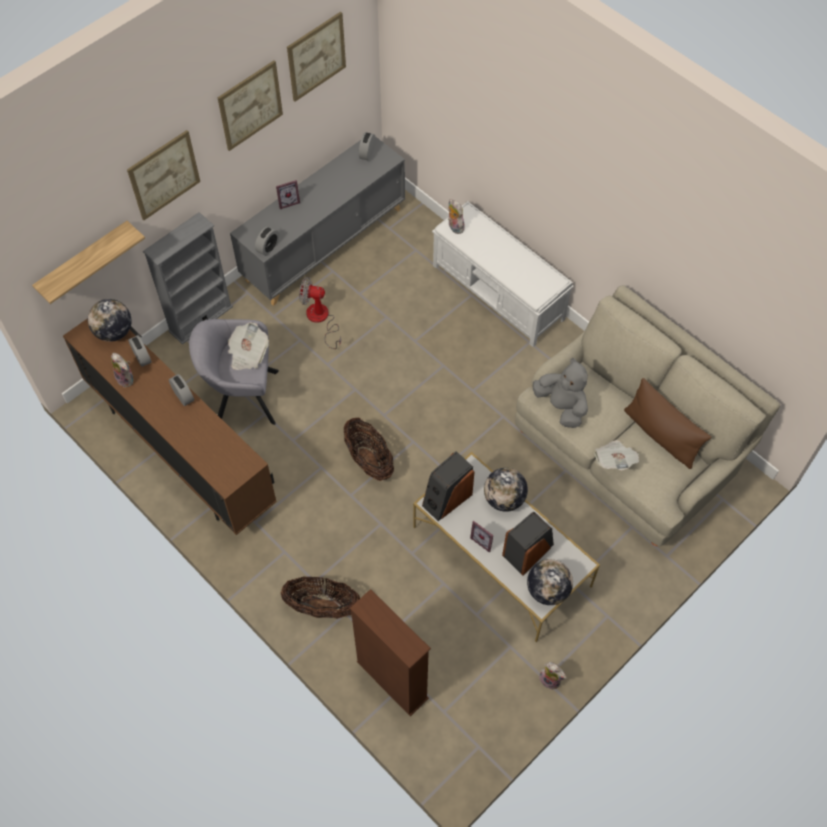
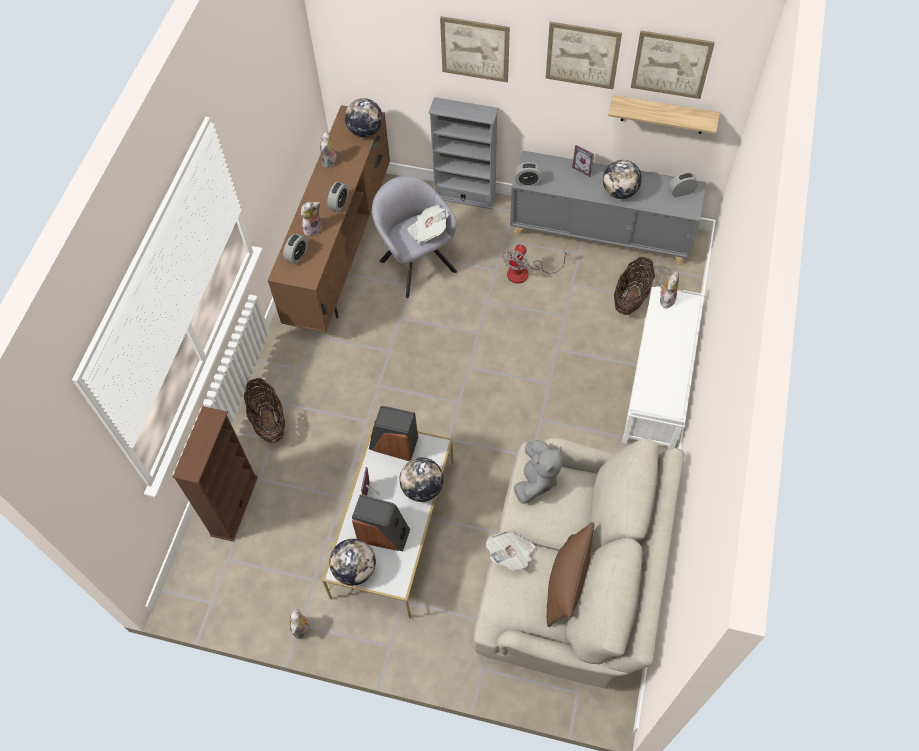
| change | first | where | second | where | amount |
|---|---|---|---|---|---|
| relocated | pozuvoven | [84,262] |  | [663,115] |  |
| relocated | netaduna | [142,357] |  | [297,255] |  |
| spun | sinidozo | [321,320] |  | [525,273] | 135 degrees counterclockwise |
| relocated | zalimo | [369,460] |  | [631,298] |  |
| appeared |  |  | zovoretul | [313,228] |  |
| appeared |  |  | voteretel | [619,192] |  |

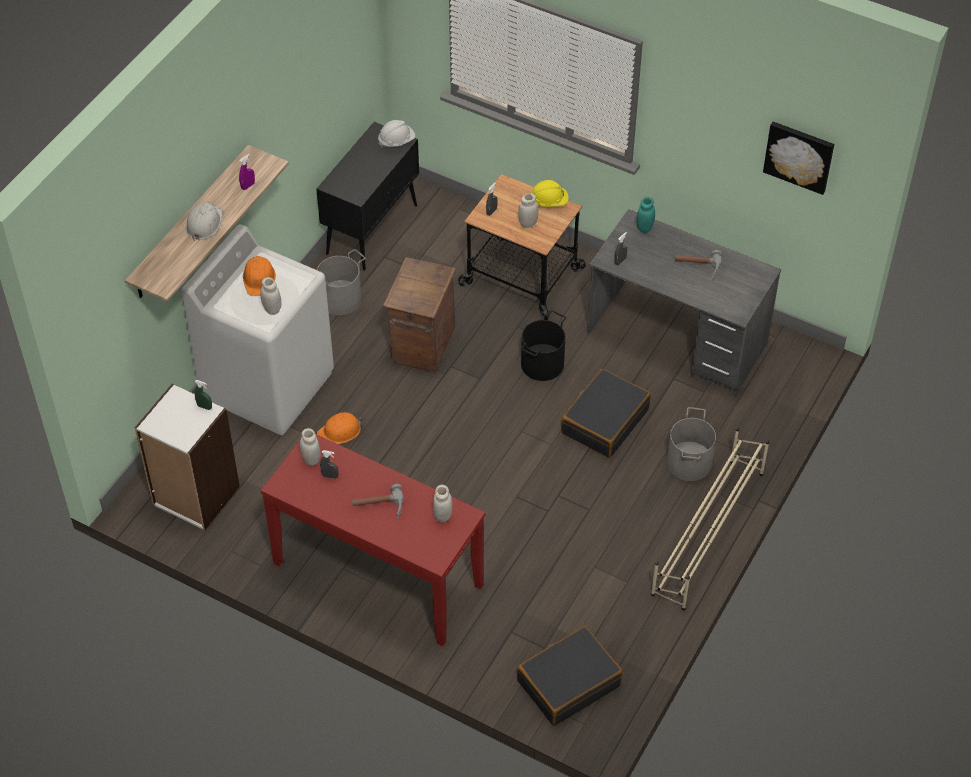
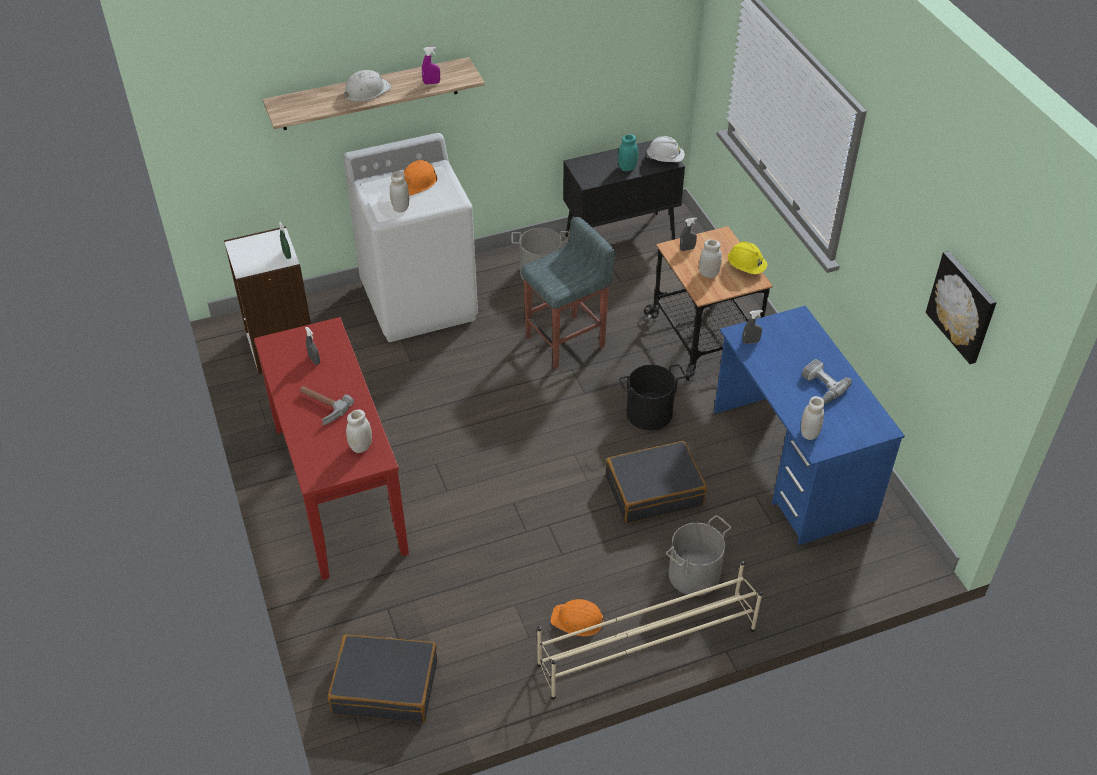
| change | first | where | second | where | amount |
|---|---|---|---|---|---|
| relocated | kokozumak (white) | [311,459] |  | [809,433] |  |
| relocated | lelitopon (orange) | [340,431] |  | [578,620] |  |
| exchanged | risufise | [422,345] | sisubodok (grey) | [566,341] |  |
| colour | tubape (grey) | [677,339] | tubape (blue) | [791,464] |  |
| relocated | kokozumak (turquoise) | [644,228] |  | [627,168] |  |
| exchanged | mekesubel | [697,267] | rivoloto | [820,387] |  |

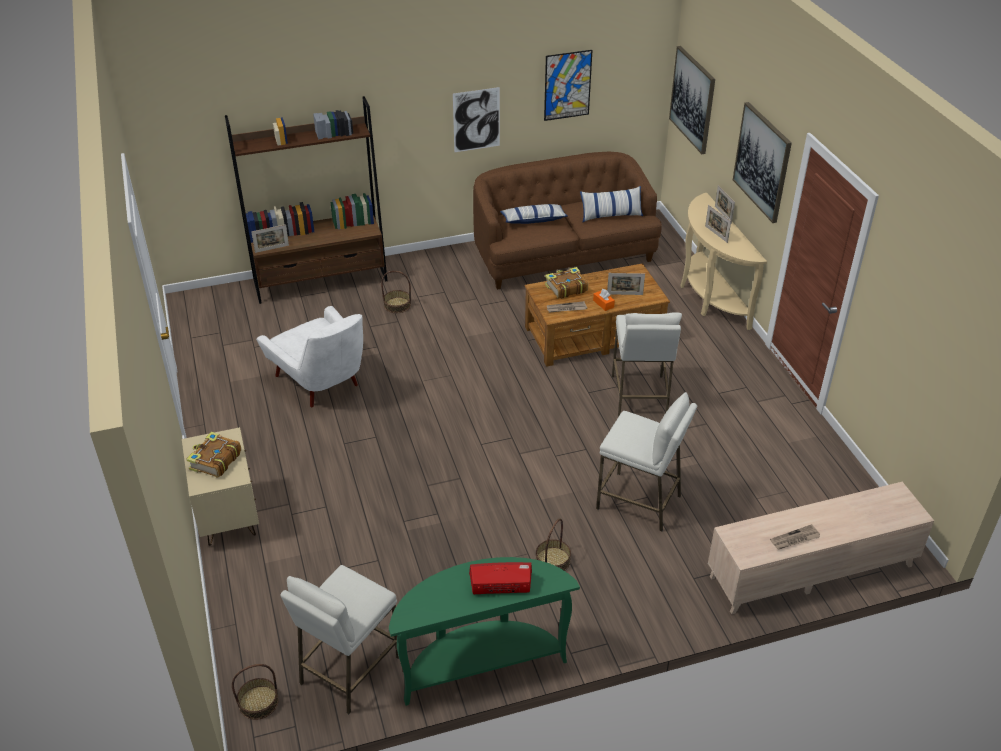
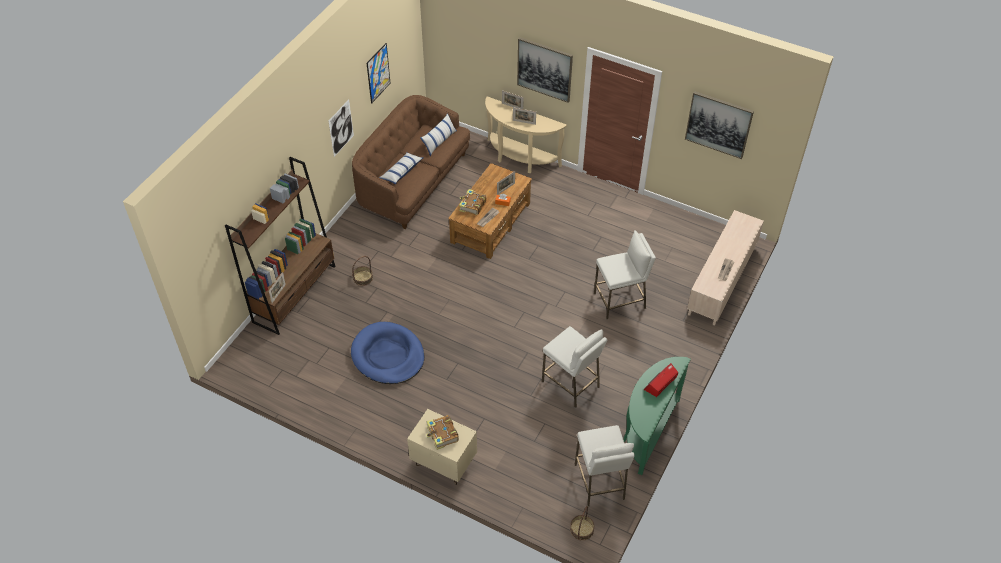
| change | first | where | second | where | amount |
|---|---|---|---|---|---|
| exchanged | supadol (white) | [322,384] | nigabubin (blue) | [388,355] |  |
| missing | zalimo | [553,560] |  |  |  |
| relocated | sisubodok (white) | [639,396] |  | [571,384] |  |
| relocated | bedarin | [692,99] |  | [718,124] |  |

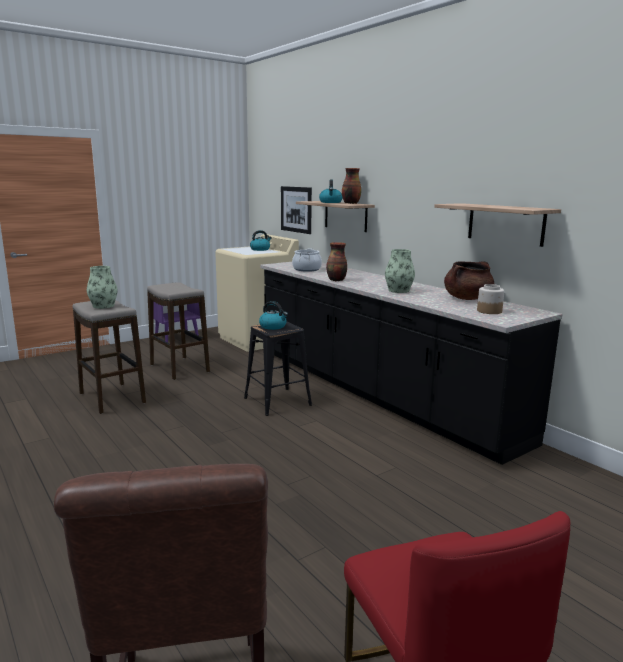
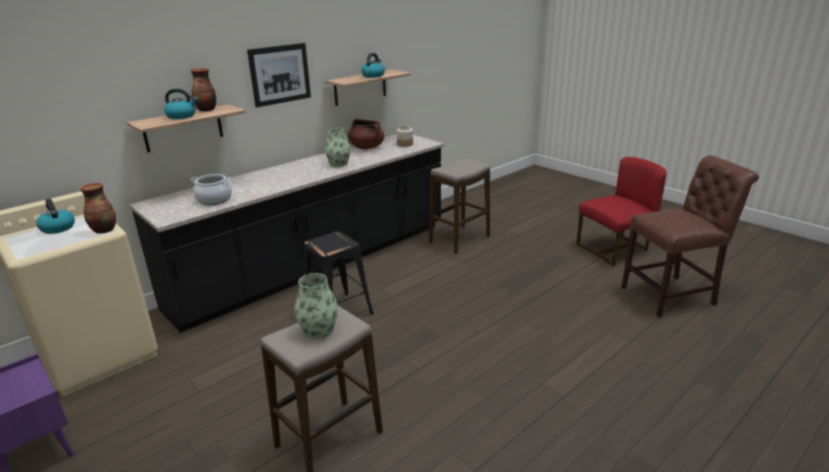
| change | first | where | second | where | amount |
|---|---|---|---|---|---|
| relocated | sisubodok | [179,368] |  | [459,240] |  |
| relocated | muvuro | [273,326] |  | [373,76] |  |
| relocated | bedarin | [296,209] |  | [280,74] |  |
| relocated | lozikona | [336,280] |  | [105,230] |  |

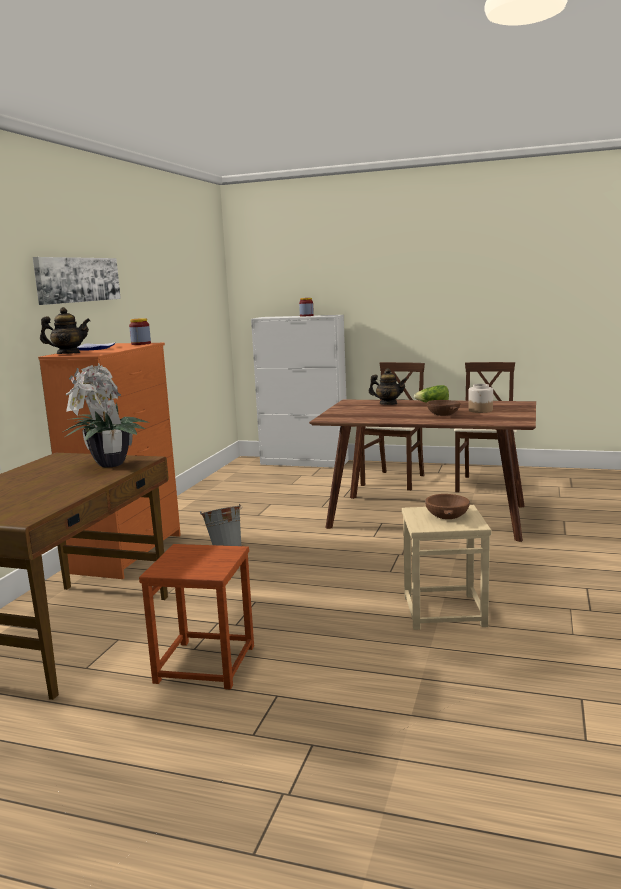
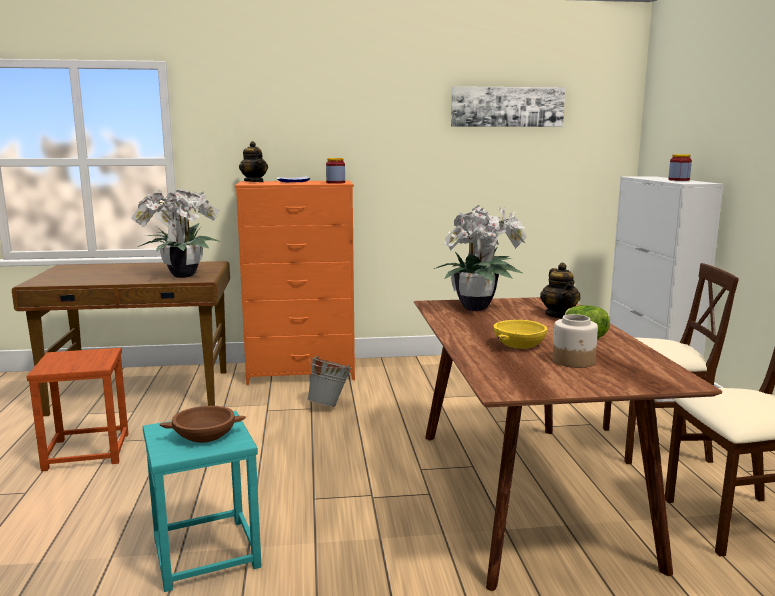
| change | first | where | second | where | amount |
|---|---|---|---|---|---|
| relocated | bedarin | [77,280] |  | [507,107] |  |
| colour | sisubodok (beige) | [444,611] | sisubodok (turquoise) | [207,553] |  |
| colour | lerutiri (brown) | [442,414] | lerutiri (yellow) | [519,344] |  |
| appeared |  |  | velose | [478,308] |  |

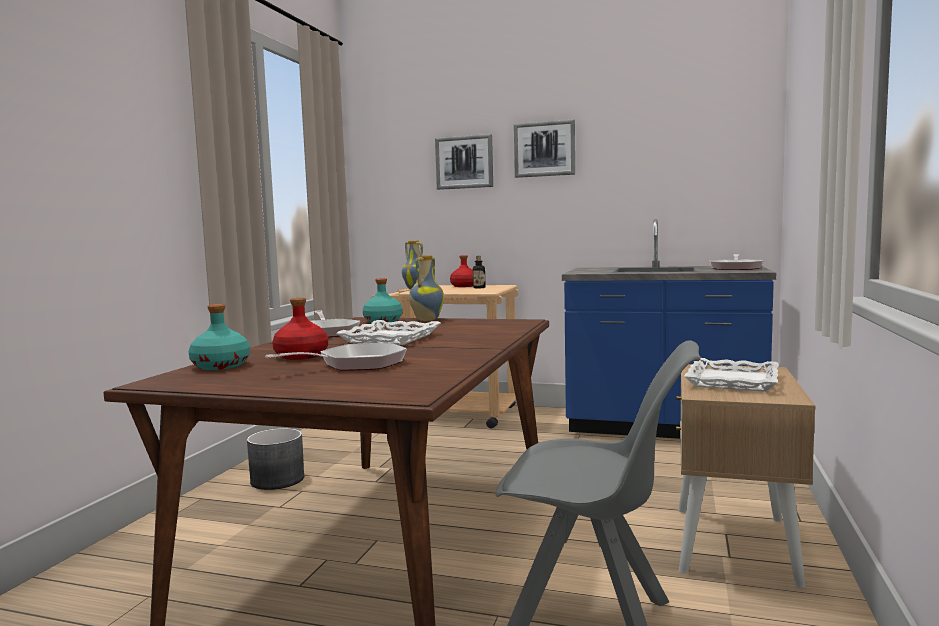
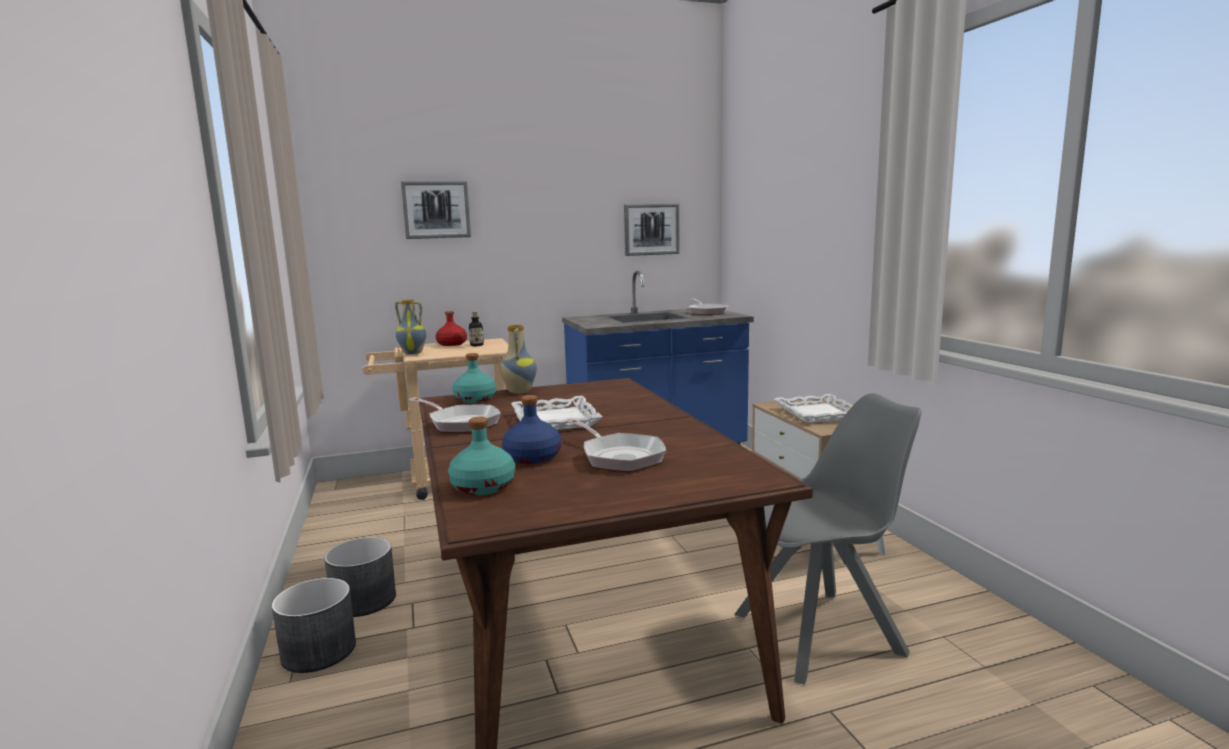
| change | first | where | second | where | amount |
|---|---|---|---|---|---|
| spun | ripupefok | [356,364] |  | [619,456] | 120 degrees clockwise |
| colour | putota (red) | [301,356] | putota (blue) | [531,457] |  |
| relocated | bedarin | [544,149] |  | [651,229] |  |
| appeared |  |  | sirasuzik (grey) | [318,651] |  |

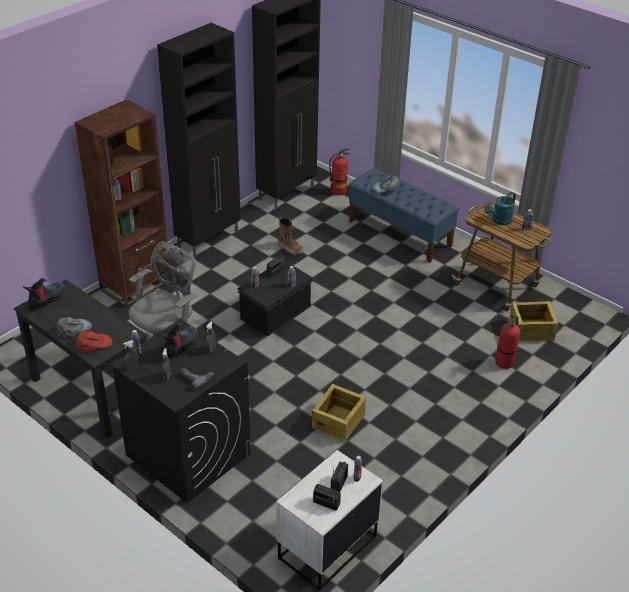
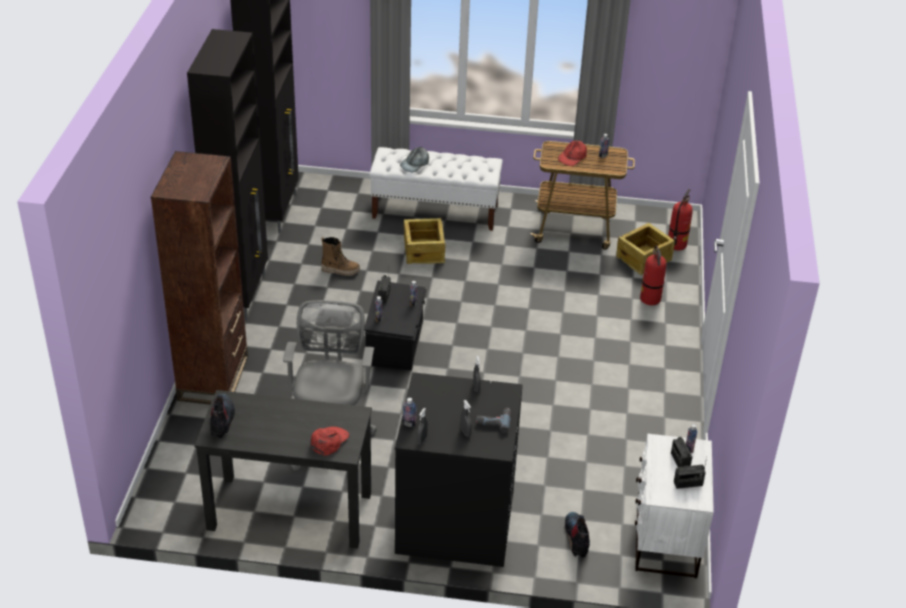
| change | first | where | second | where | amount |
|---|---|---|---|---|---|
| missing | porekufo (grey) | [74,329] |  |  |  |
| relocated | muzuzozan | [180,346] |  | [577,538] |  |
| relocated | risufise | [339,421] |  | [424,250] |  |
| relocated | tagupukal | [338,191] |  | [676,245] |  |
| colour | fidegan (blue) | [400,234] | fidegan (white) | [435,211] |  |
| exchanged | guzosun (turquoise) | [499,221] | porekufo (red) | [572,157] |  |

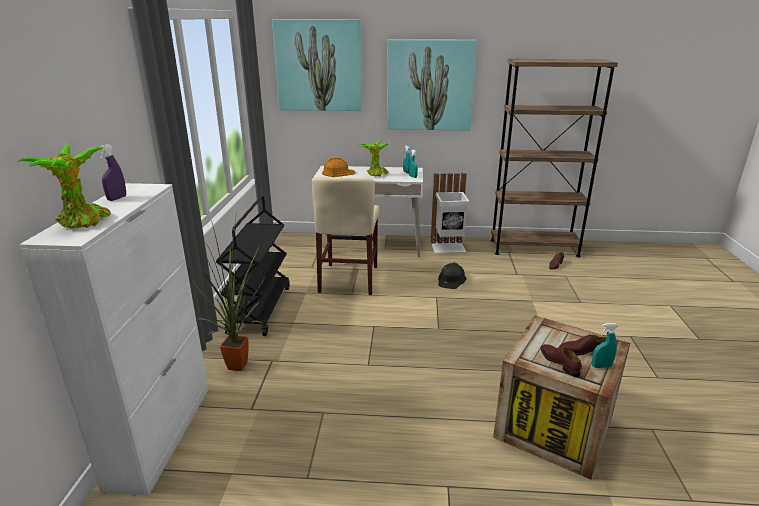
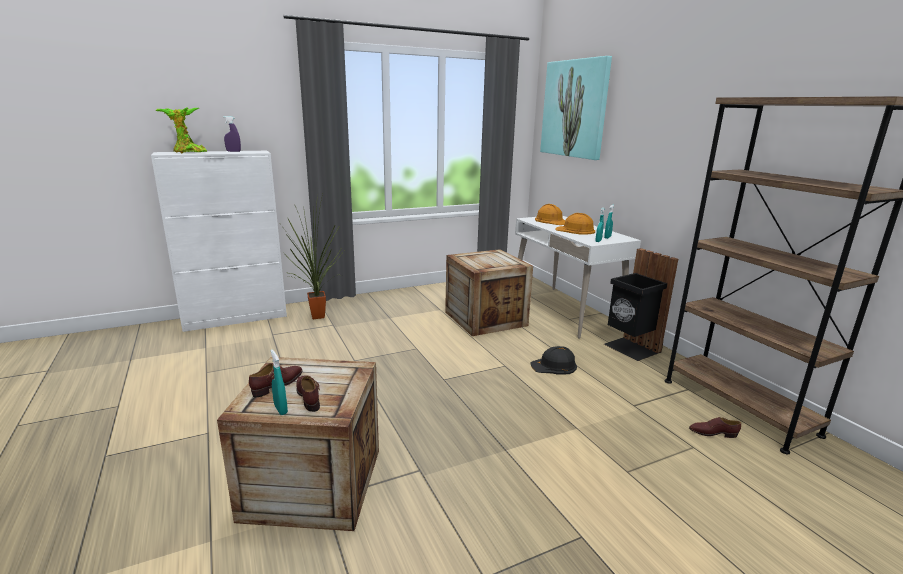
| change | first | where | second | where | amount |
|---|---|---|---|---|---|
| missing | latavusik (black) | [259,309] |  |  |  |
| exchanged | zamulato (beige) | [349,278] | risufise | [485,319] |  |
| exchanged | velose | [376,174] | lelitopon (orange) | [575,230] |  |
| missing | bedarin | [430,85] |  |  |  |
| colour | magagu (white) | [448,247] | magagu (black) | [630,348] |  |

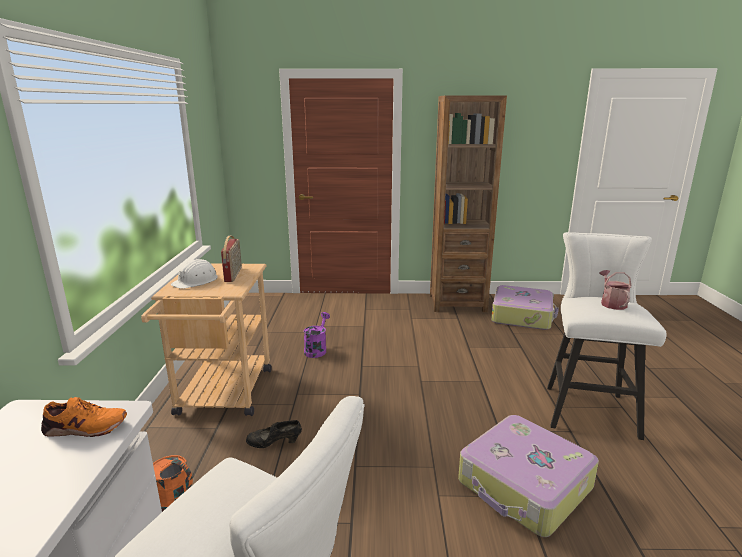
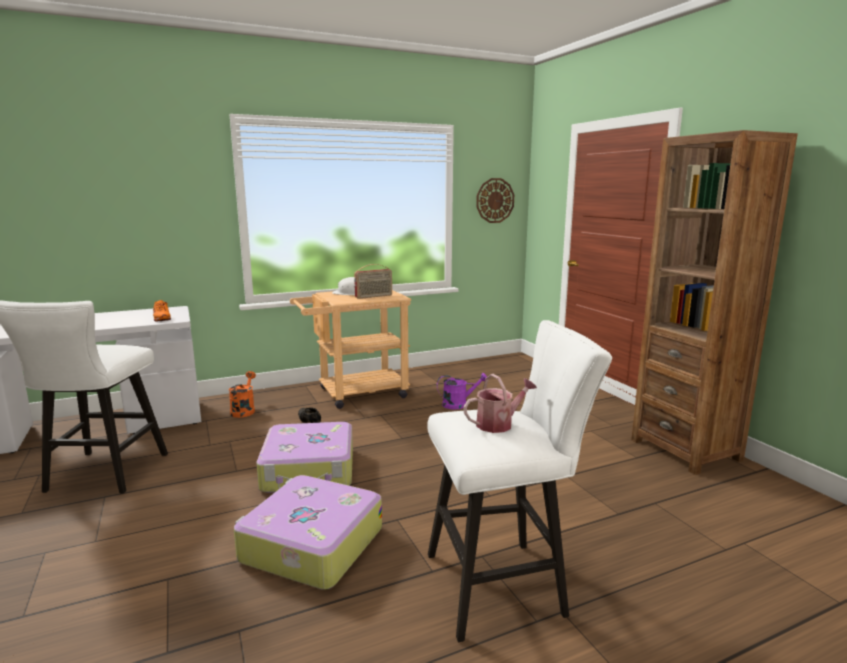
| change | first | where | second | where | amount |
|---|---|---|---|---|---|
| relocated | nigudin | [522,316] |  | [309,470] |  |
| appeared |  |  | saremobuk | [495,200] |  |

